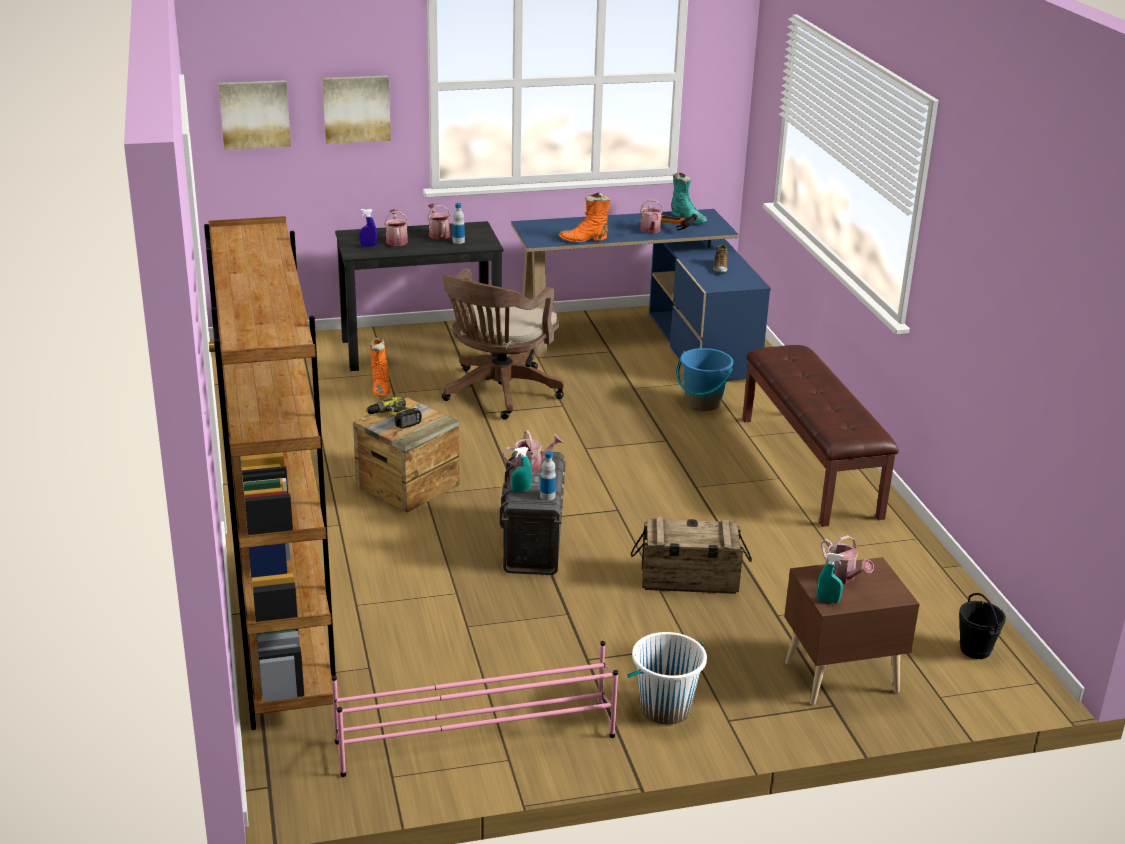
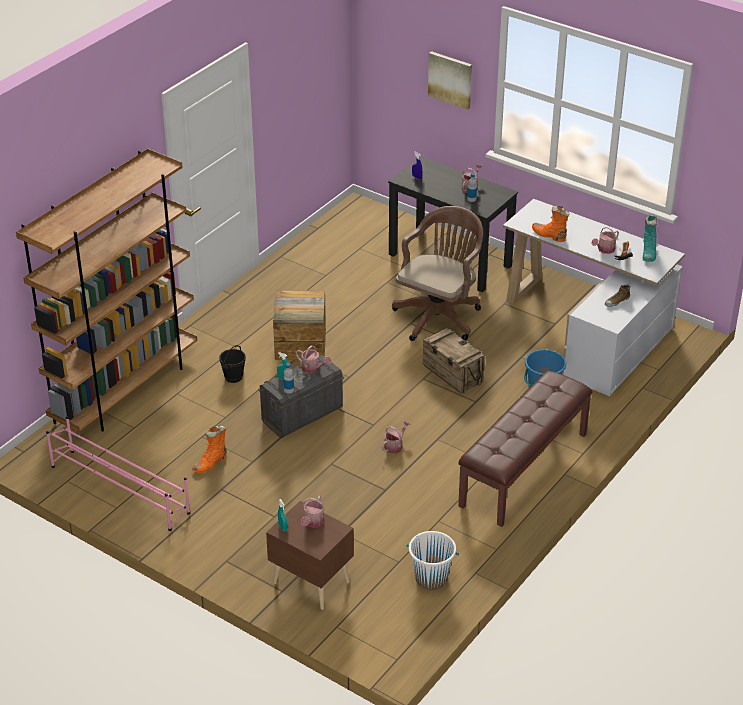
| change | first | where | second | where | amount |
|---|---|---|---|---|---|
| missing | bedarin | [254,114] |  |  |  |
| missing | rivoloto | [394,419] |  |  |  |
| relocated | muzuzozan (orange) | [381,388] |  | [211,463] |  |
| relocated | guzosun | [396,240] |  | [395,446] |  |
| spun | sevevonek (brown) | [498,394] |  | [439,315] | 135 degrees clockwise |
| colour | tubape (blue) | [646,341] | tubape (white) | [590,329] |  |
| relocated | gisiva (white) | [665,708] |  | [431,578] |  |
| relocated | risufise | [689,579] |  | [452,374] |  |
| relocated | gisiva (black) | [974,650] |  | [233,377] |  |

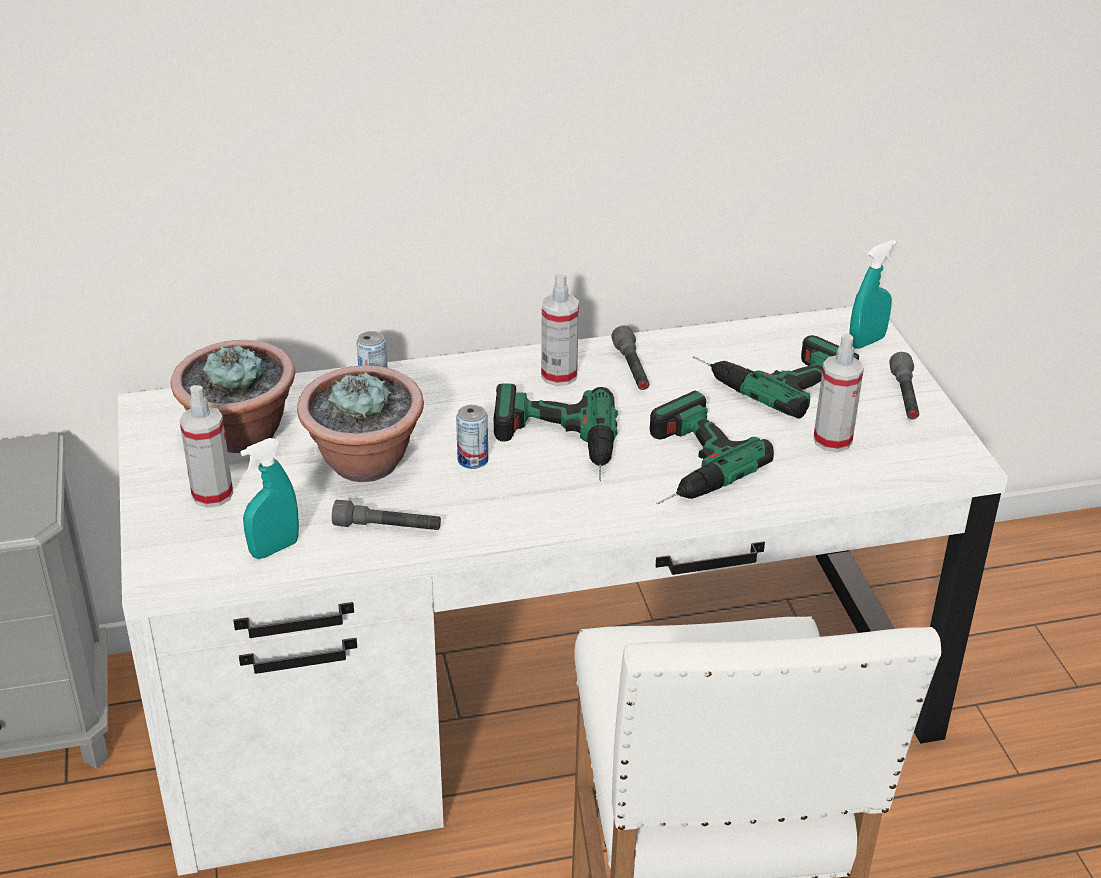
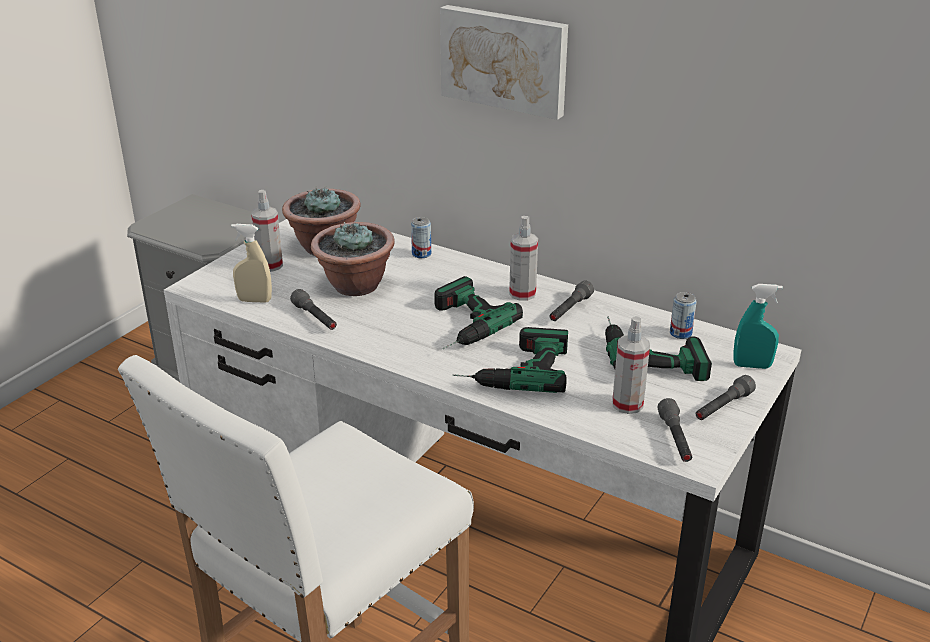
| change | first | where | second | where | amount |
|---|---|---|---|---|---|
| colour | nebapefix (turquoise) | [274,549] | nebapefix (beige) | [254,300] |  |
| relocated | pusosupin | [473,460] |  | [680,333] |  |
| appeared |  |  | bedarin | [505,59] |  |
| appeared |  |  | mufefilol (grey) | [675,439] |  |

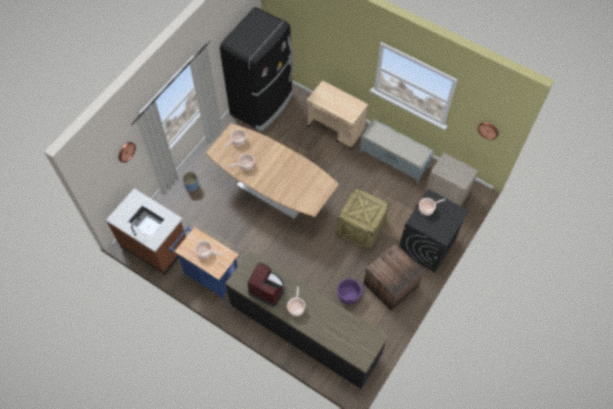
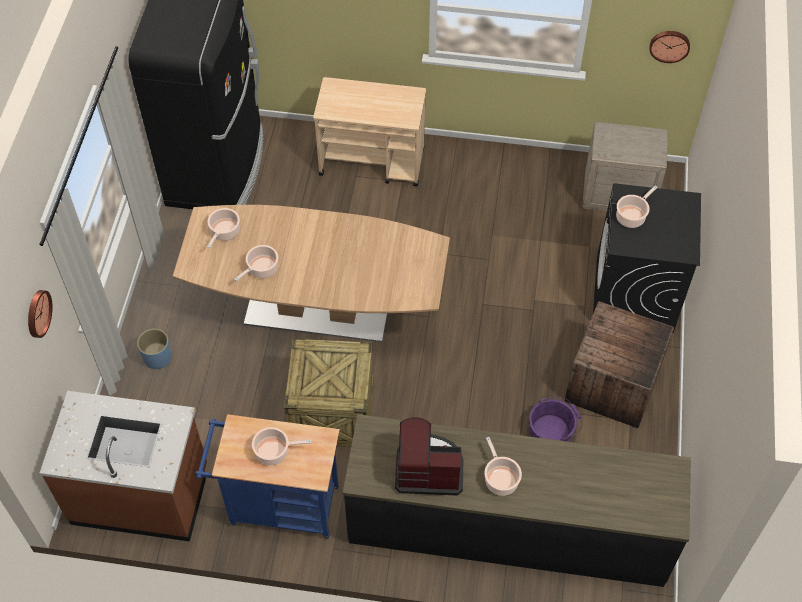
| change | first | where | second | where | amount |
|---|---|---|---|---|---|
| relocated | risufise | [361,227] |  | [332,411] |  |
| missing | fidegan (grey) | [394,159] |  |  |  |

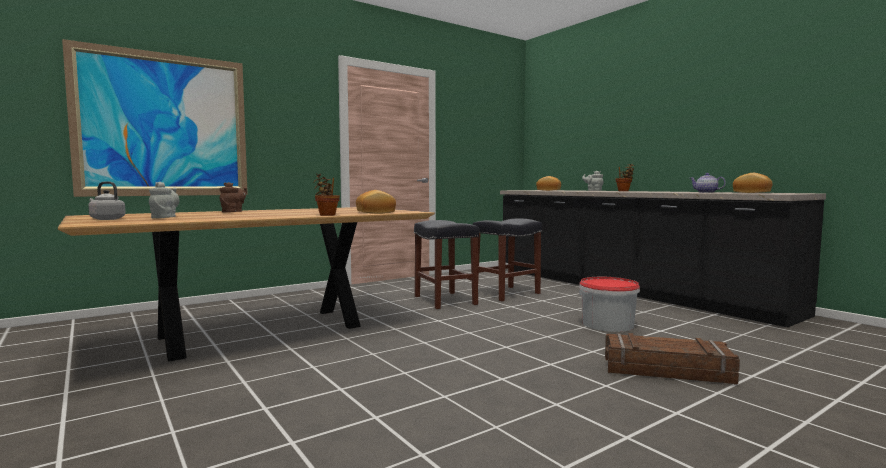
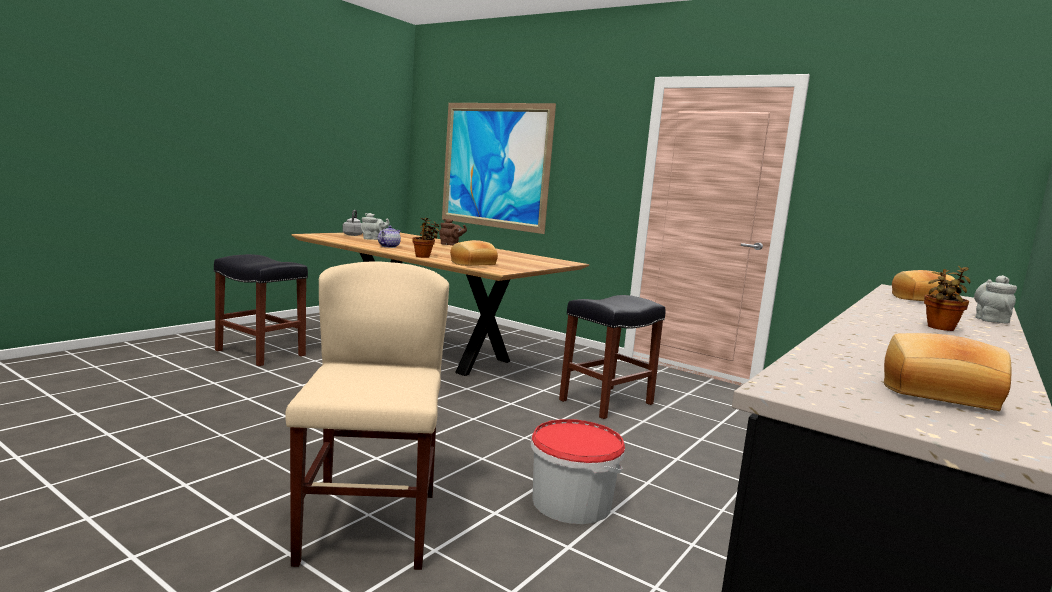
| change | first | where | second | where | amount |
|---|---|---|---|---|---|
| relocated | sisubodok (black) | [506,294] |  | [259,353] |  |
| exchanged | risufise | [666,370] | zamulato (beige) | [369,527] |  |
| relocated | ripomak | [706,192] |  | [388,246] |  |

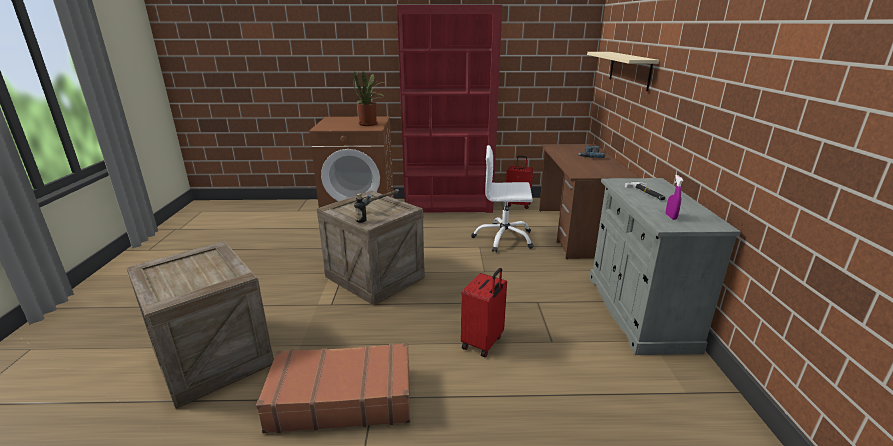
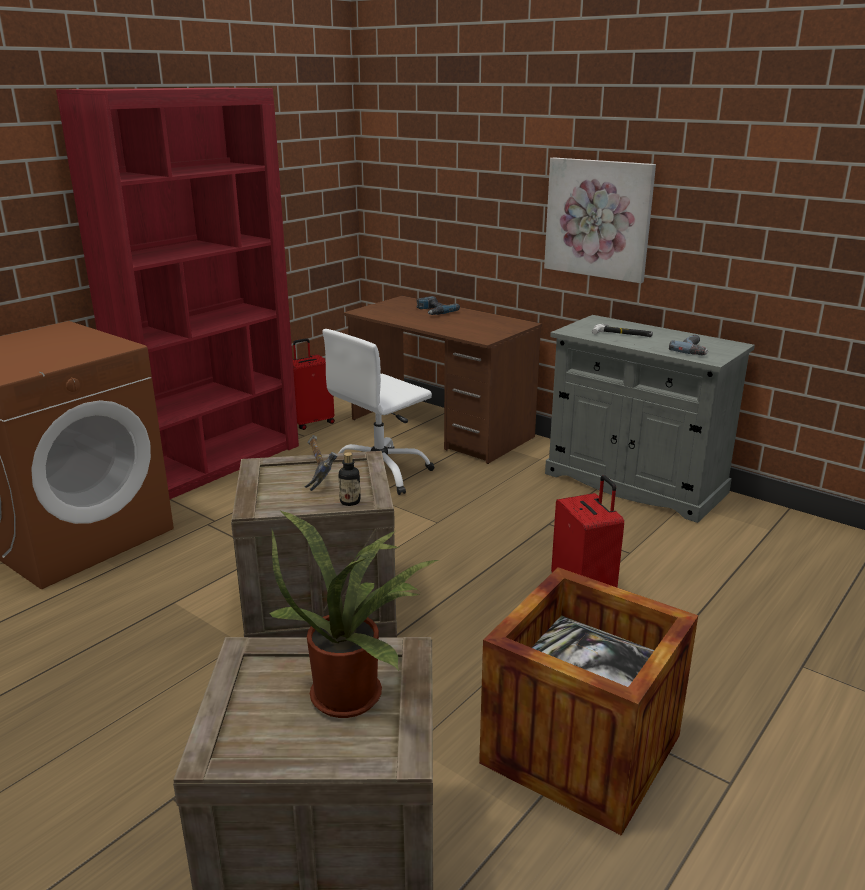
| change | first | where | second | where | amount |
|---|---|---|---|---|---|
| exchanged | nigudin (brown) | [341,398] | risufise | [581,749] |  |
| relocated | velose | [370,124] |  | [353,693] |  |
| missing | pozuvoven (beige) | [629,70] |  |  |  |
| exchanged | nebapefix (purple) | [670,217] | rivoloto | [694,350] |  |
| appeared |  |  | bedarin | [598,219] |  |

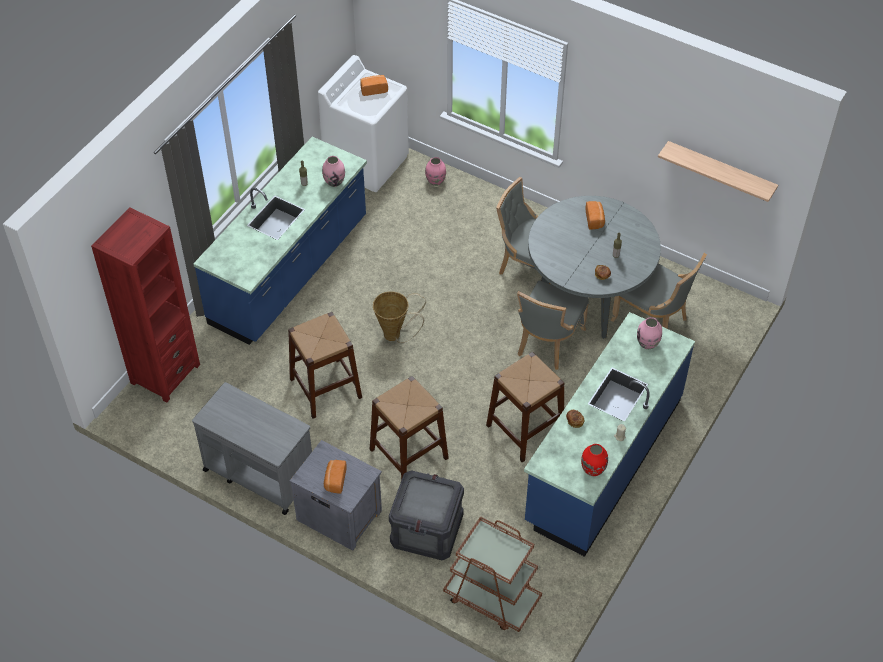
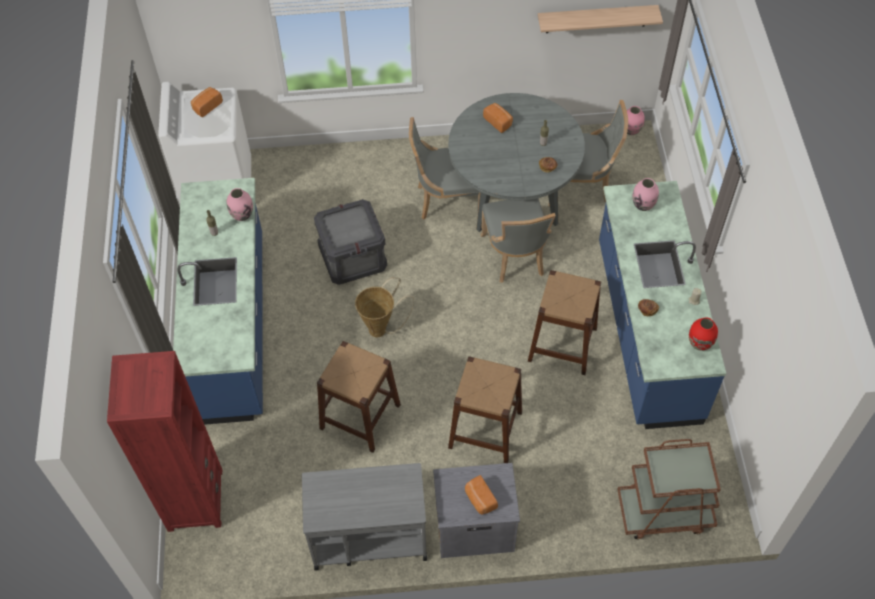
| change | first | where | second | where | amount |
|---|---|---|---|---|---|
| relocated | risufise | [427,530] |  | [353,257] |  |
| relocated | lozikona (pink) | [435,181] |  | [631,130] |  |

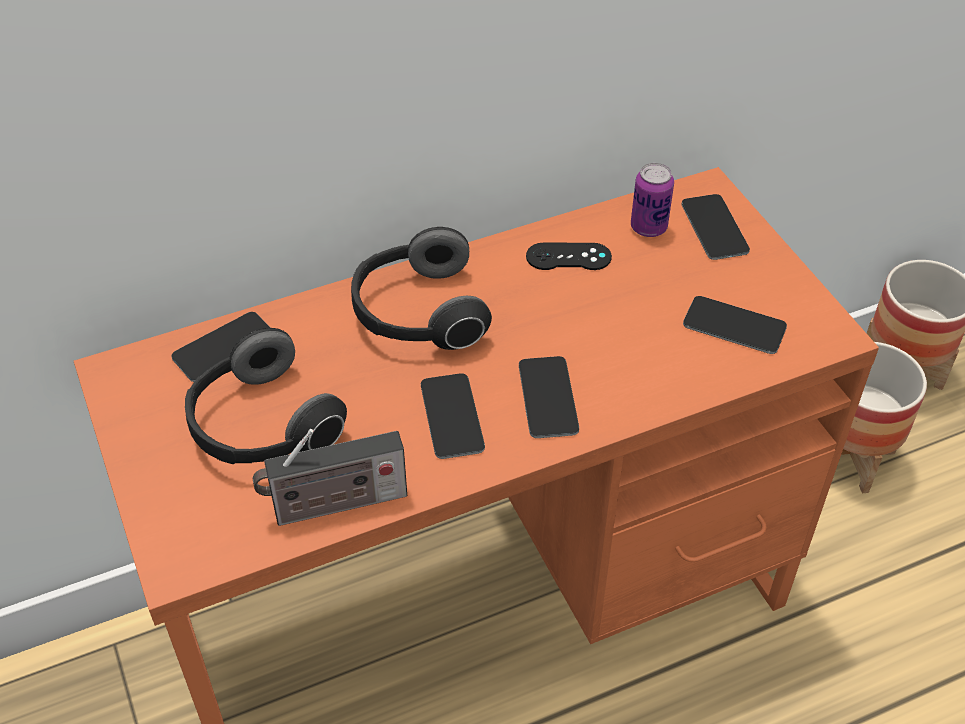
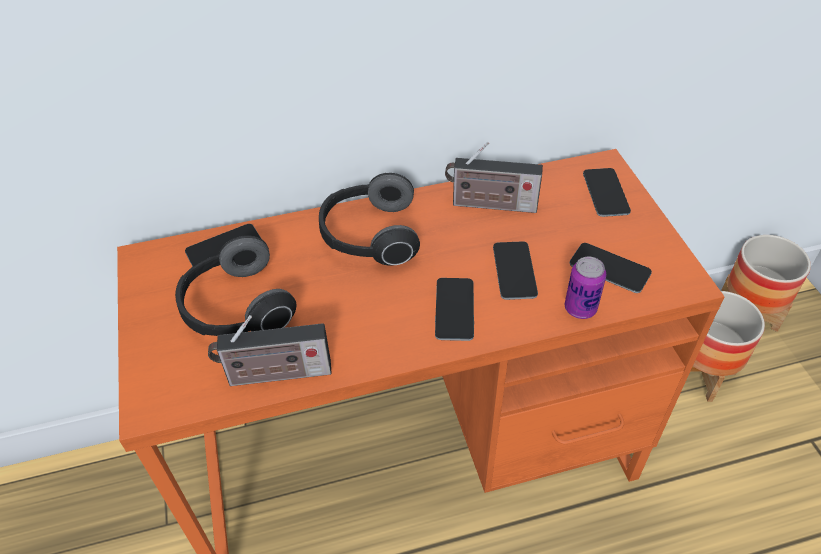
| change | first | where | second | where | amount |
|---|---|---|---|---|---|
| relocated | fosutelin | [452,416] |  | [514,270] |  |
| exchanged | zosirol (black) | [568,257] | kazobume | [490,205] |  |
| relocated | pusosupin | [648,227] |  | [580,308] |  |

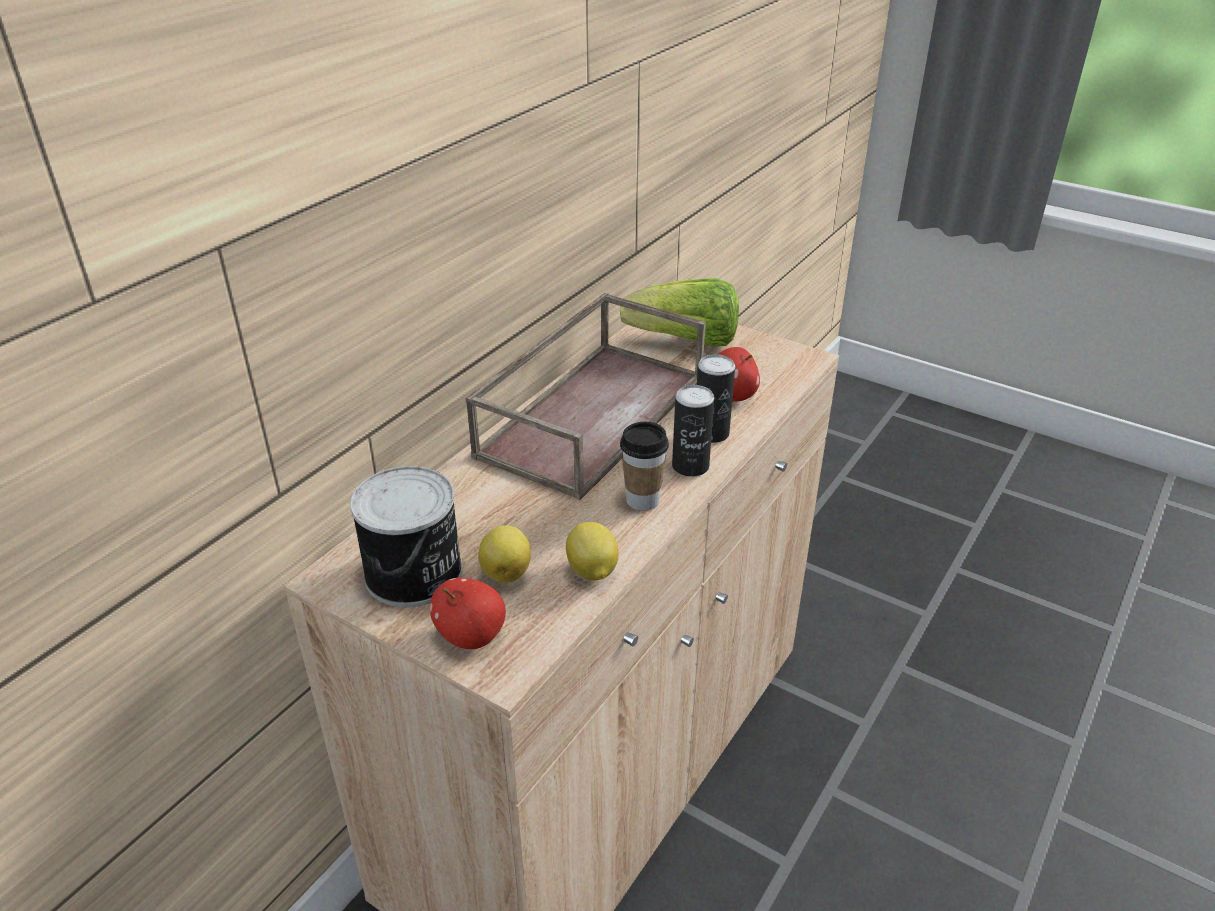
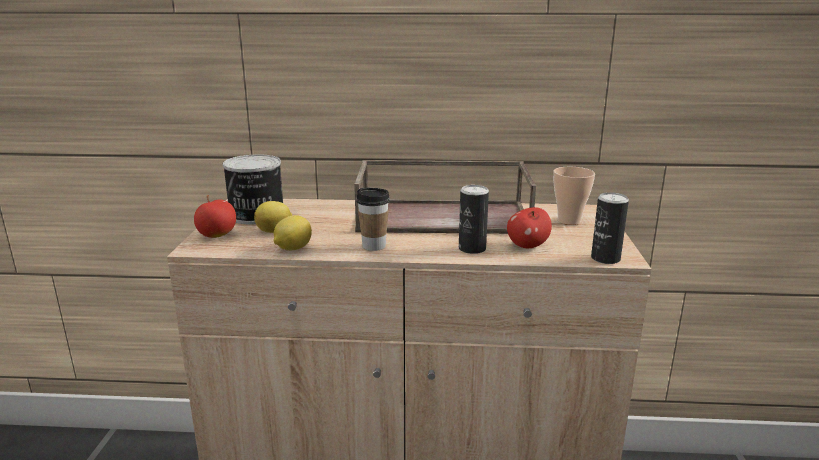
| change | first | where | second | where | amount |
|---|---|---|---|---|---|
| exchanged | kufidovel | [686,341] | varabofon | [569,221] |  |
| relocated | pusosupin | [690,466] |  | [605,258] |  |

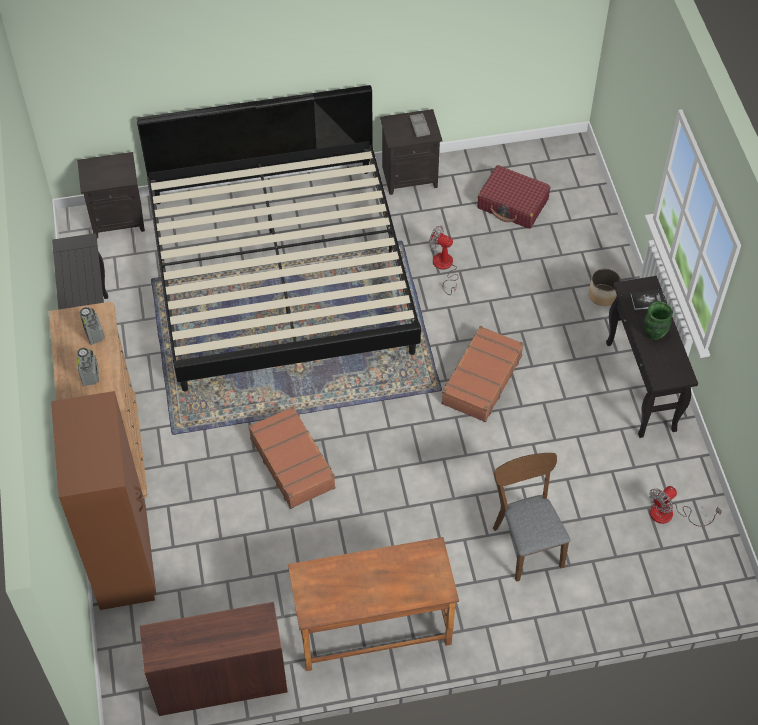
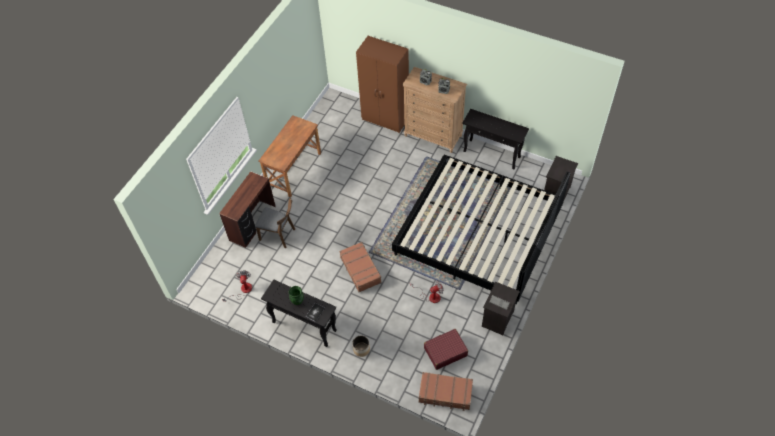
| change | first | where | second | where | amount |
|---|---|---|---|---|---|
| relocated | tubape (brown) | [219,681] |  | [253,223] |  |
| relocated | nigudin (brown) | [293,462] |  | [445,394] |  |

